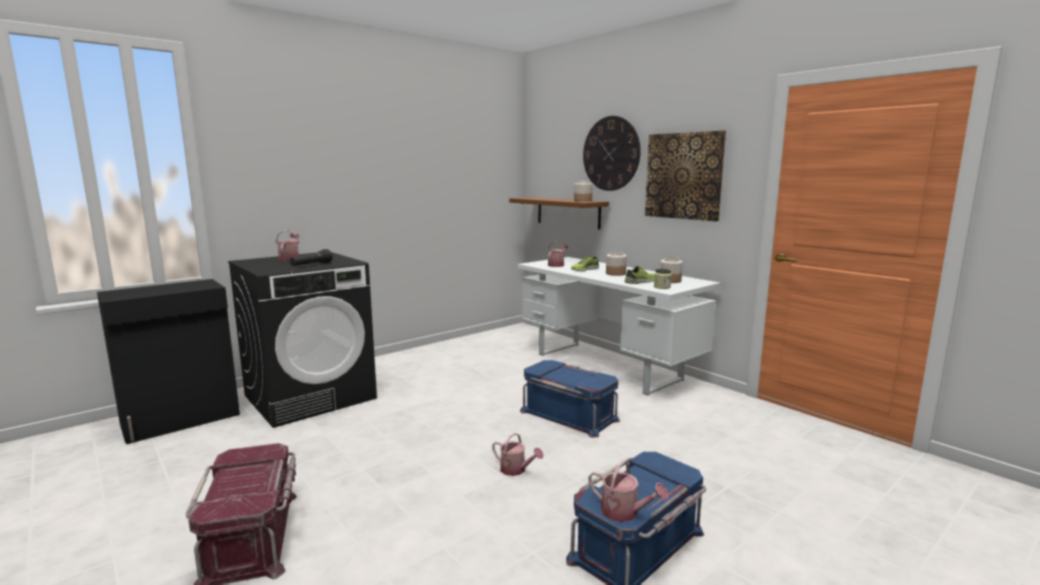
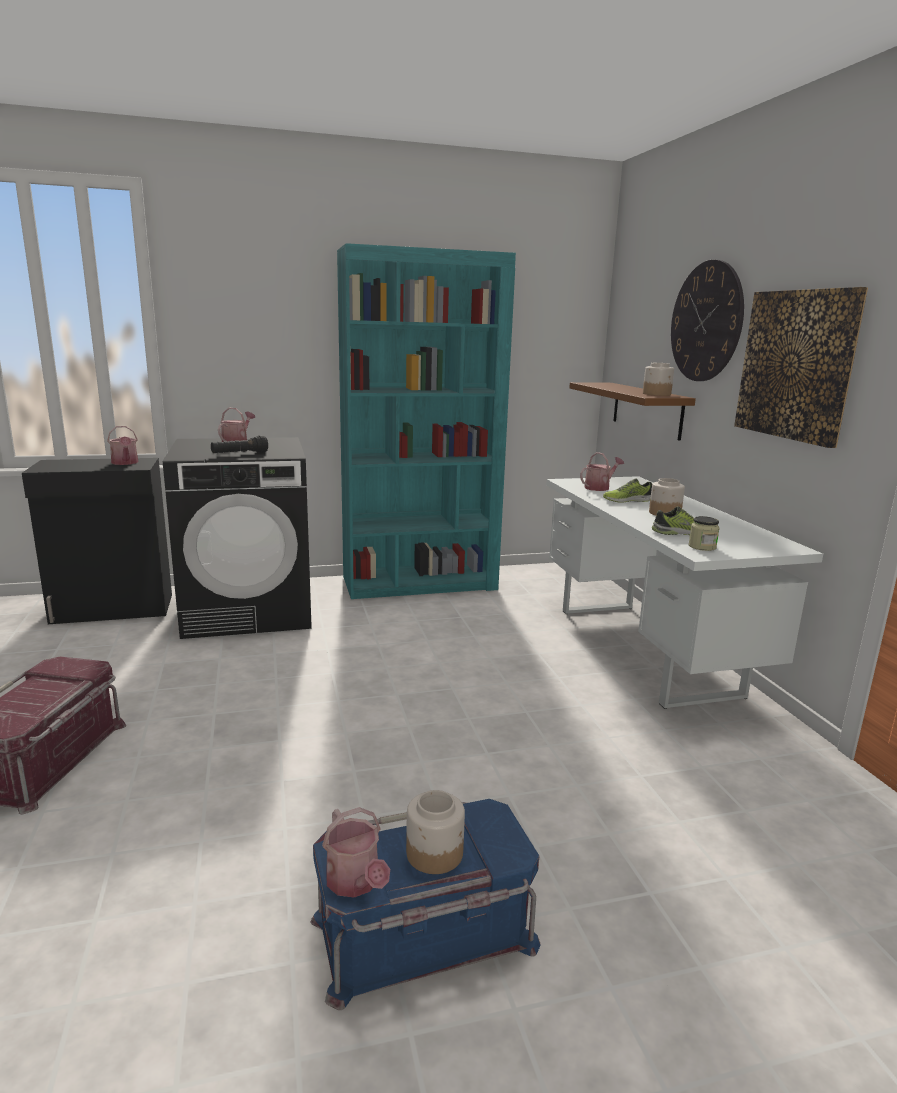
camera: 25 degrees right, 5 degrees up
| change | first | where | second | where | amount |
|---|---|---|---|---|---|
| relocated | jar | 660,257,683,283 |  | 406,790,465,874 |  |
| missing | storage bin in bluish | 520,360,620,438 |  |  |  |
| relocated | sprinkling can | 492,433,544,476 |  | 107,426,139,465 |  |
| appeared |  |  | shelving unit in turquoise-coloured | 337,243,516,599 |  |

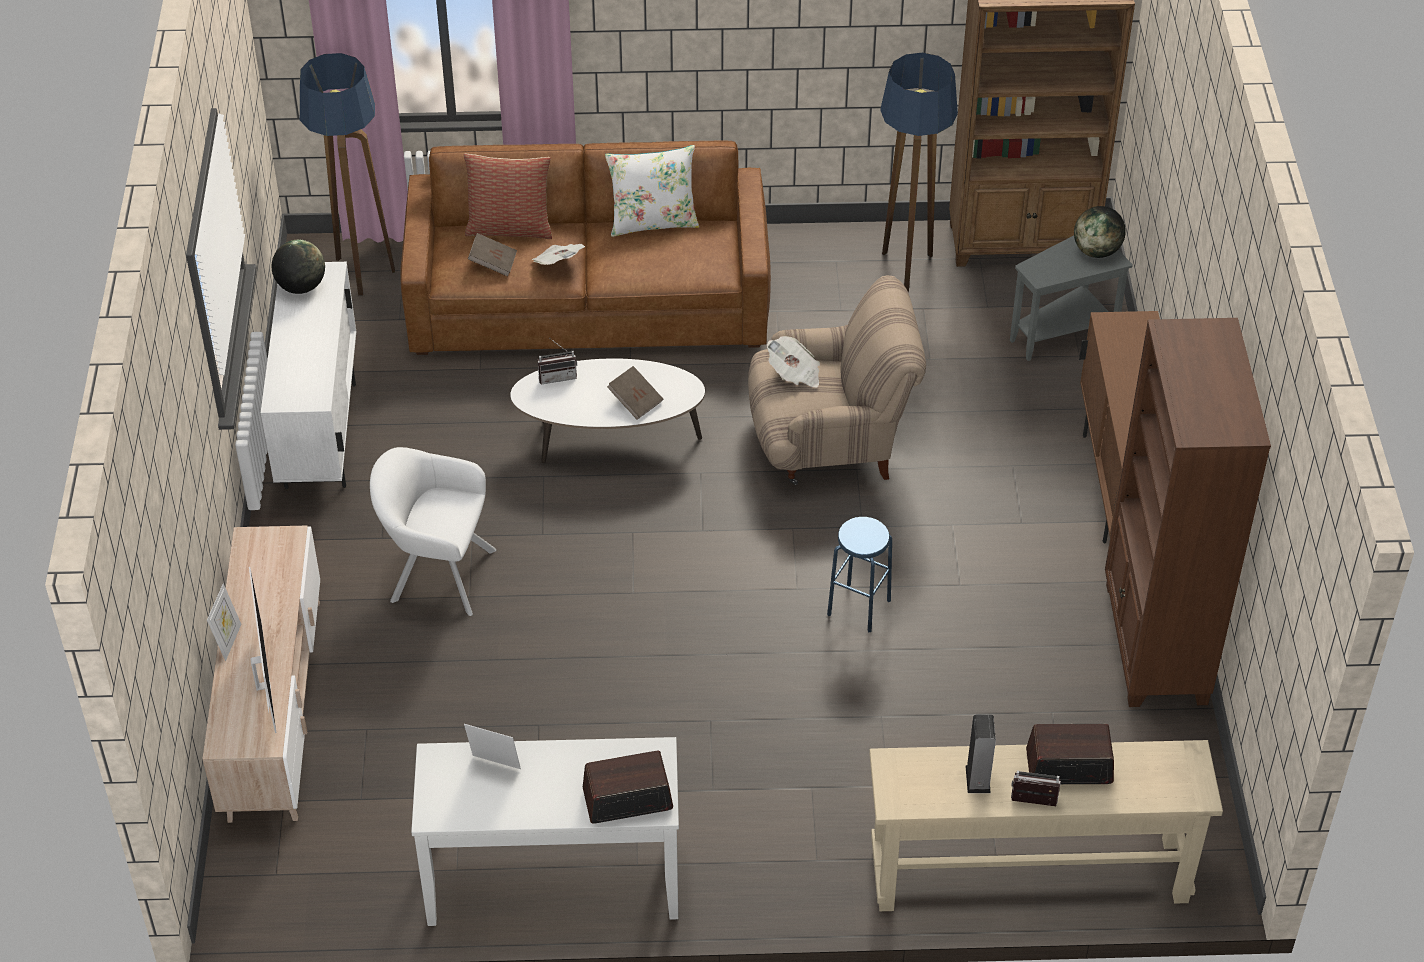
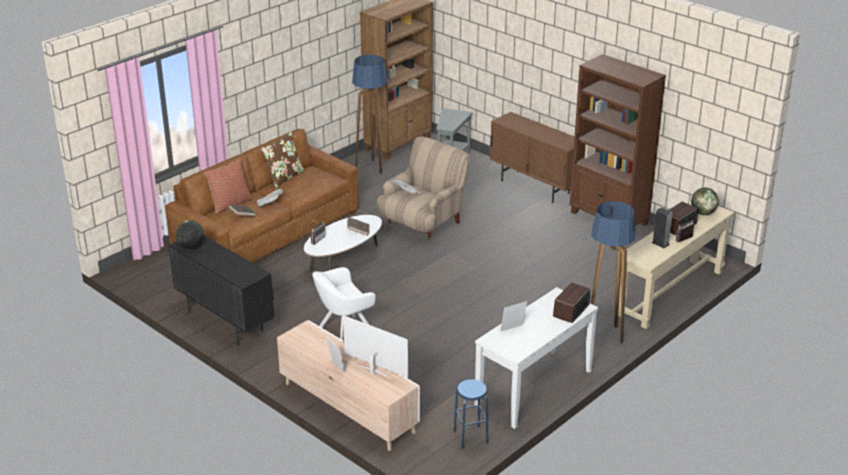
camera: 45 degrees left, 15 degrees down
| change | first | where | second | where | amount |
|---|---|---|---|---|---|
| relocated | standing lamp | 300,53,395,296 |  | 586,201,636,344 |  |
| colour | throw pillow in white-coloured | 605,145,699,237 | throw pillow in brown-coloured | 261,132,305,189 |  |
| relocated | desk globe | 1074,206,1126,258 |  | 691,188,719,215 |  |
| colour | cabinet in white-coloured | 261,262,356,489 | cabinet in black-coloured | 169,236,275,345 |  |
| relocated | stool seat in bluish | 827,517,892,632 |  | 454,379,488,449 |  |

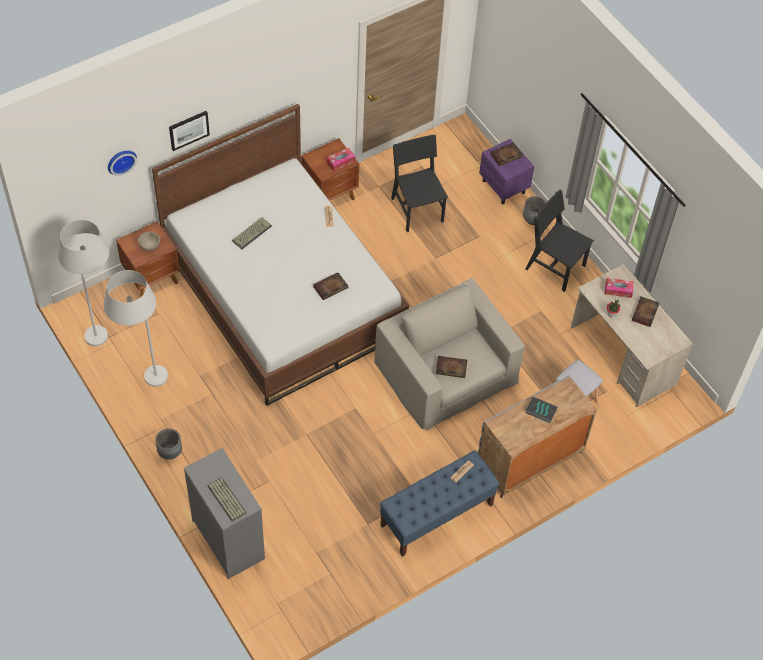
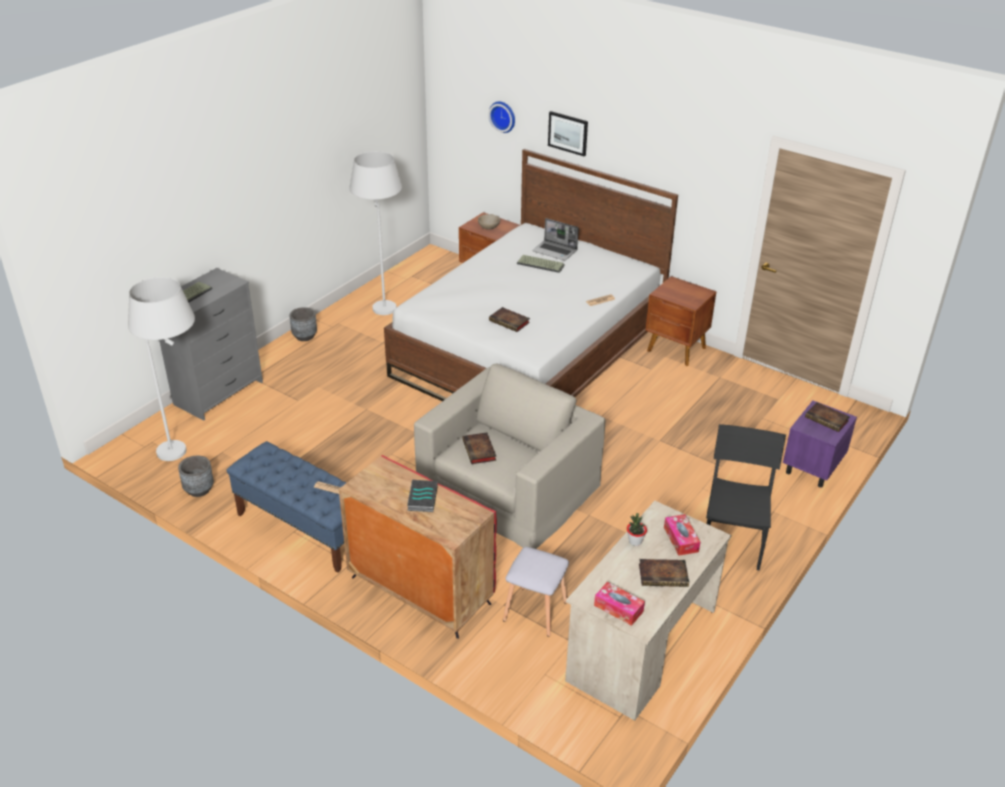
camera: 70 degrees right, 20 degrees down
| change | first | where | second | where | amount |
|---|---|---|---|---|---|
| missing | chair in black-coloured | 391,135,448,232 |  |  |  |
| relocated | tissue box | 327,147,355,172 |  | 594,582,645,626 |  |
| relocated | planter in gray | 523,196,547,225 |  | 178,455,214,497 |  |
| relocated | standing lamp in white-coloured | 58,220,110,346 |  | 128,277,195,461 |  |
| colour | cabinet in gray | 478,375,597,498 | cabinet in reddish | 339,455,497,639 |  |
| appeared |  |  | portable computer | 532,218,579,261 |  |

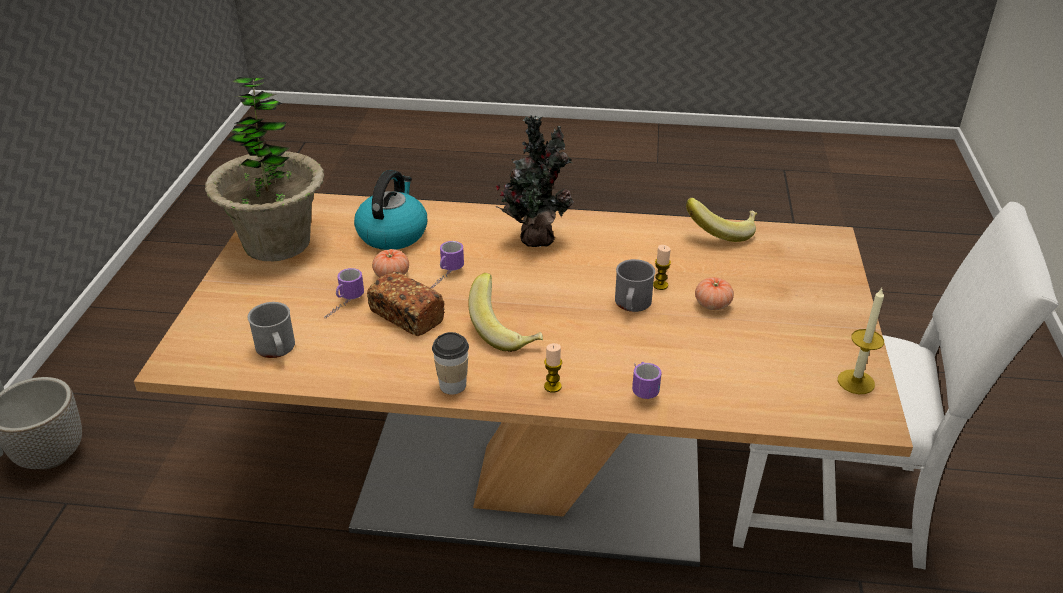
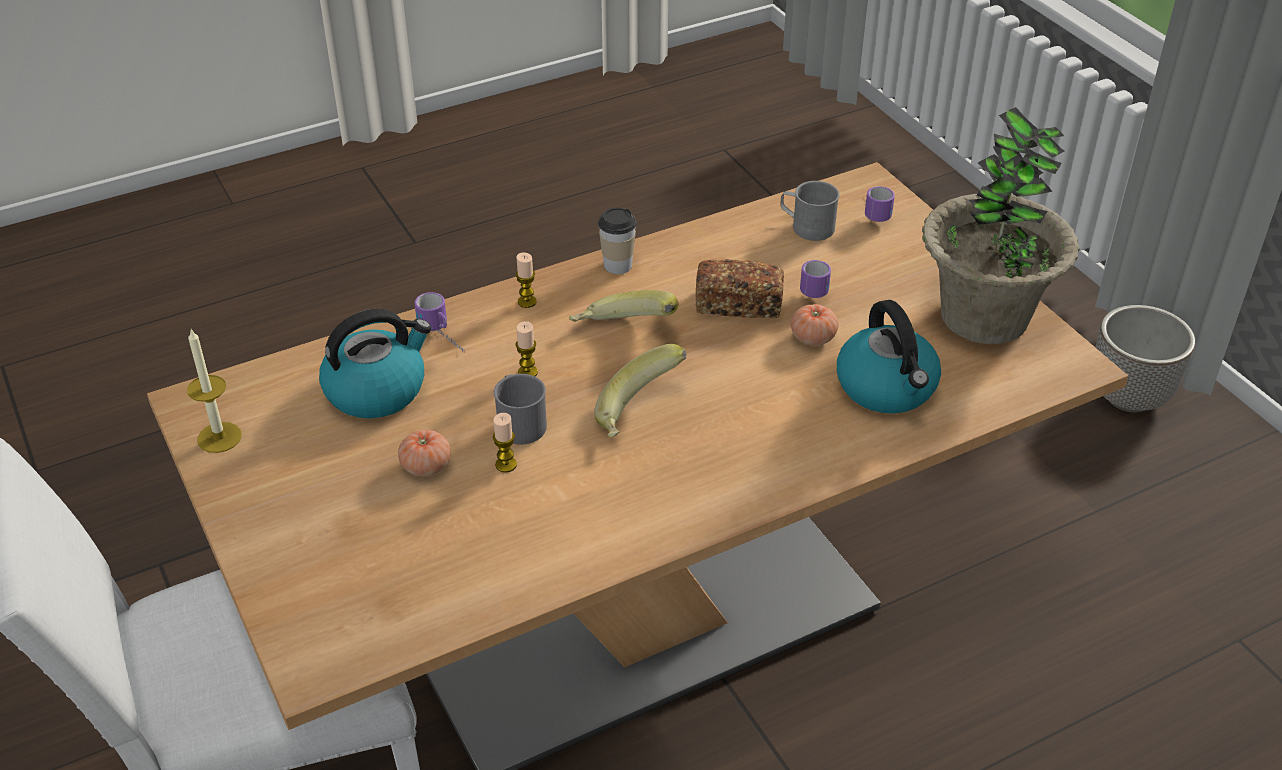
camera: 145 degrees right, 5 degrees up
| change | first | where | second | where | amount |
|---|---|---|---|---|---|
| missing | houseplant | 496,115,574,247 |  |  |  |
| relocated | banana | 686,198,758,242 |  | 594,344,686,438 |  |
| relocated | tea mug | 430,241,464,288 |  | 865,186,895,222 |  |
| appeared |  |  | tea kettle | 319,309,431,419 |  |
| appeared |  |  | wax light | 515,321,538,376 |  |

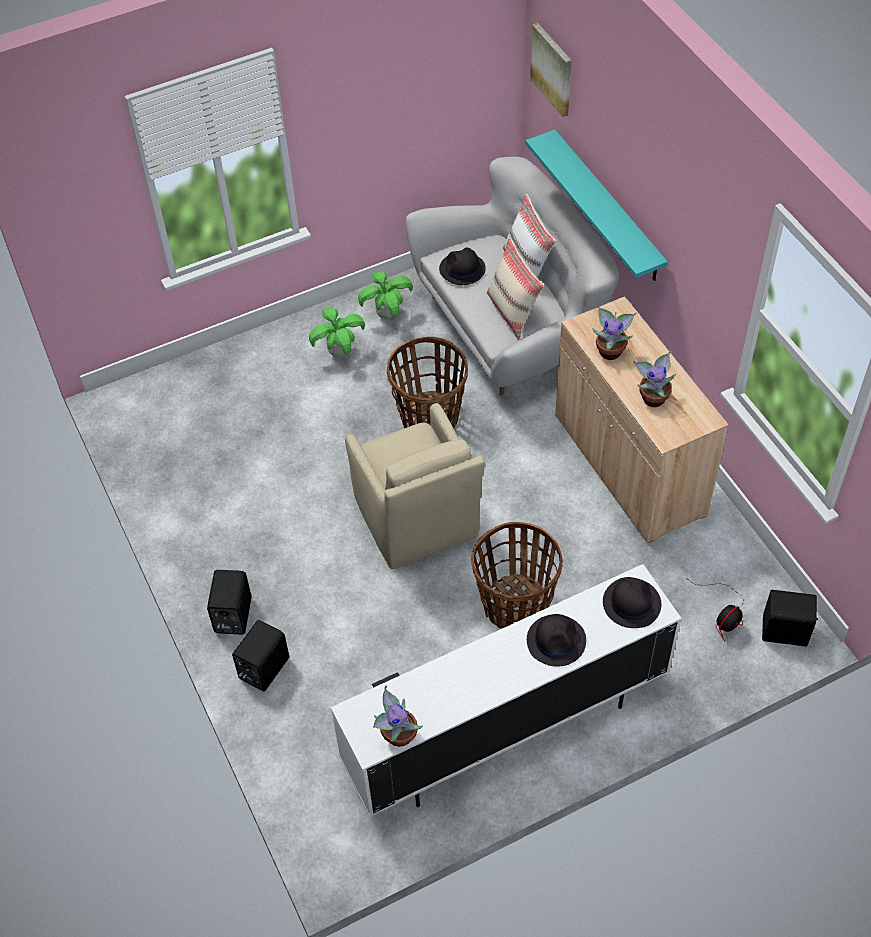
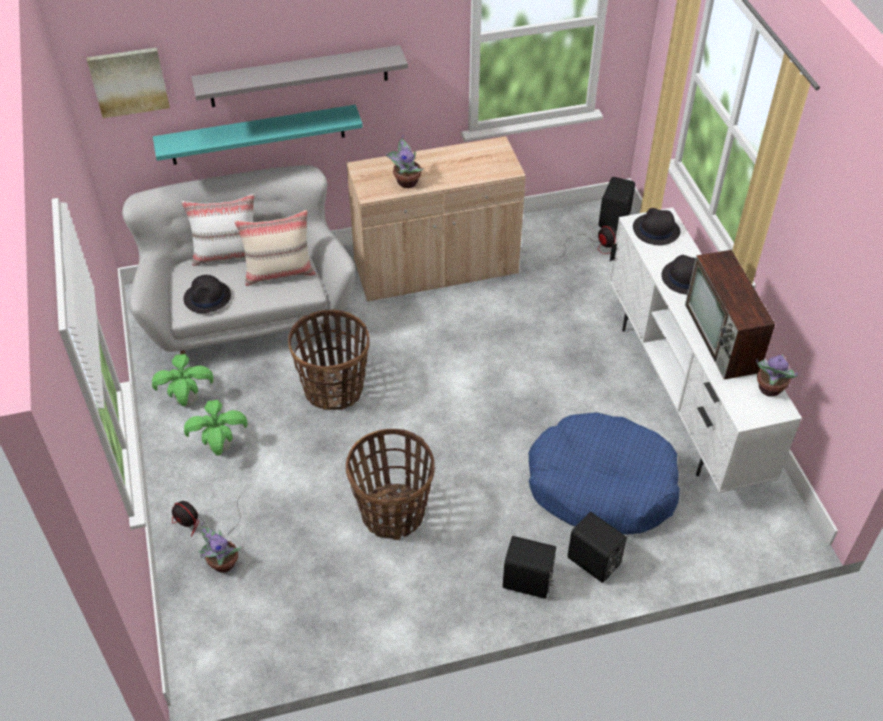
camera: 80 degrees left, 5 degrees down
| change | first | where | second | where | amount |
|---|---|---|---|---|---|
| relocated | houseplant | 634,351,676,407 |  | 198,522,242,572 |  |
| missing | armchair in beige | 345,403,485,569 |  |  |  |
| relocated | storage basket | 471,522,563,629 |  | 346,429,435,540 |  |
| appeared |  |  | bracket shelf in gray | 191,45,408,107 |  |
| appeared |  |  | TV set | 685,250,775,380 |  |
| appeared |  |  | dog cushion in bluish | 529,412,680,535 |  |
| appeared |  |  | electric fan | 172,490,246,537 |  |

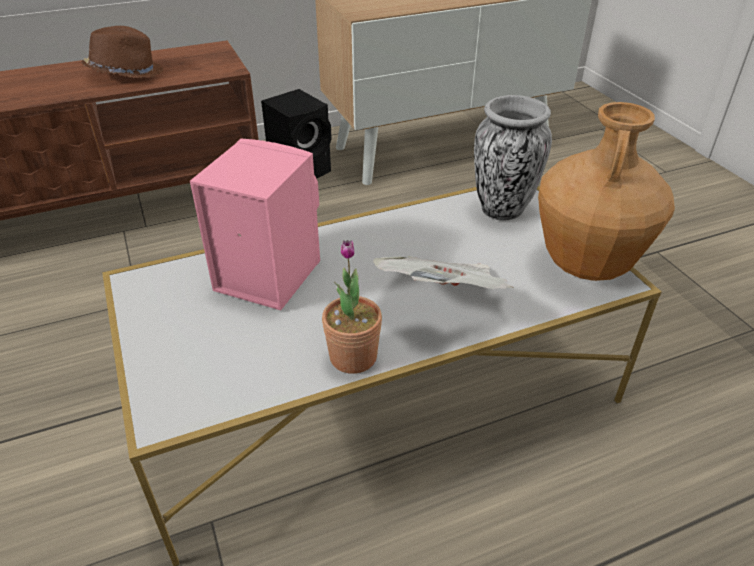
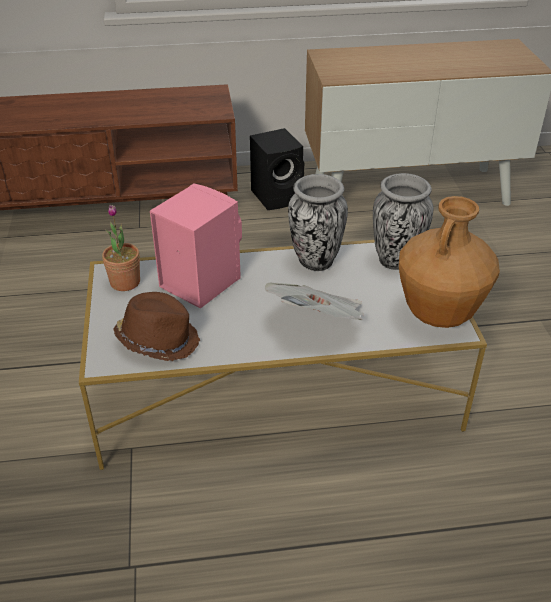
camera: 15 degrees right, 0 degrees up
| change | first | where | second | where | amount |
|---|---|---|---|---|---|
| relocated | wearable hat in brown-coloured | 81,26,164,78 |  | 114,292,200,361 |  |
| relocated | houseplant | 322,240,382,374 |  | 102,205,140,291 |  |
| appeared |  |  | vase | 288,174,348,271 |  |

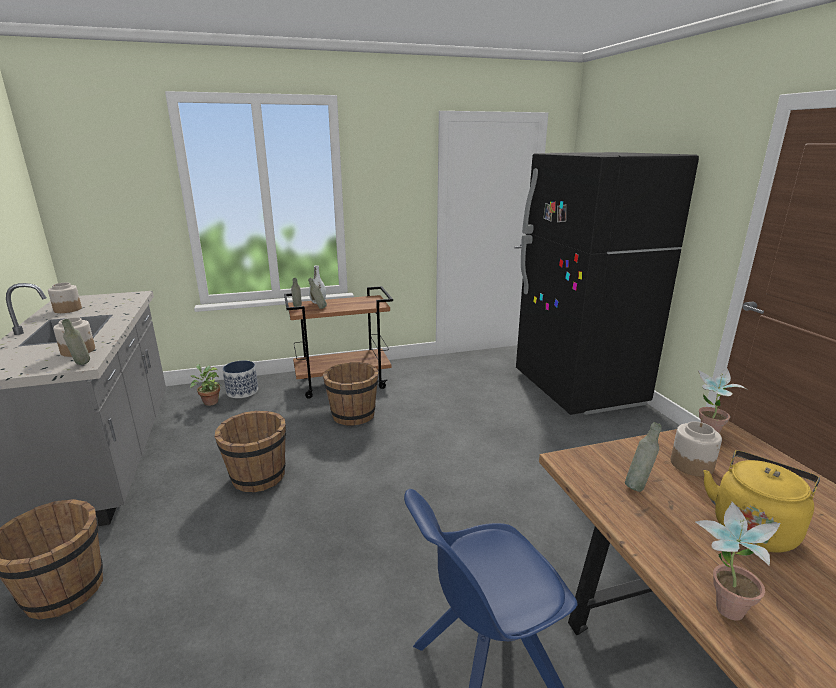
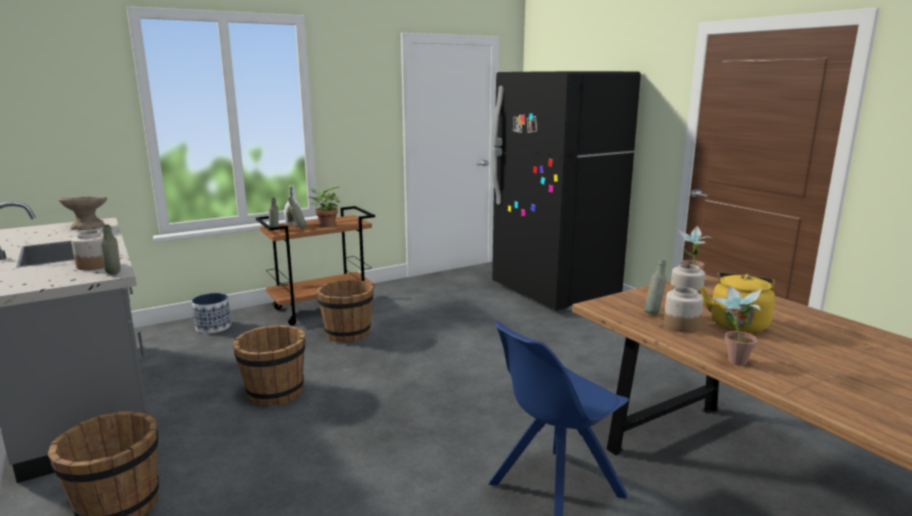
camera: 15 degrees left, 5 degrees down
| change | first | where | second | where | amount |
|---|---|---|---|---|---|
| relocated | jar | 48,283,82,313 |  | 663,287,703,333 |  |
| relocated | houseplant | 190,364,222,406 |  | 309,186,340,227 |  |
| appeared |  |  | deep dish in beige | 59,197,107,230 |  |

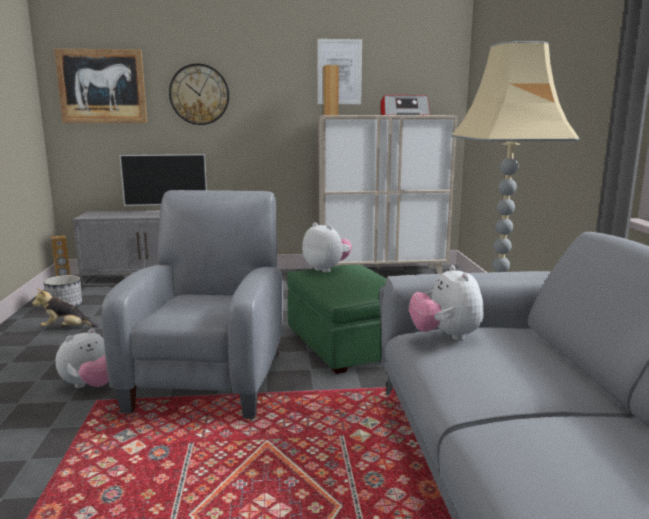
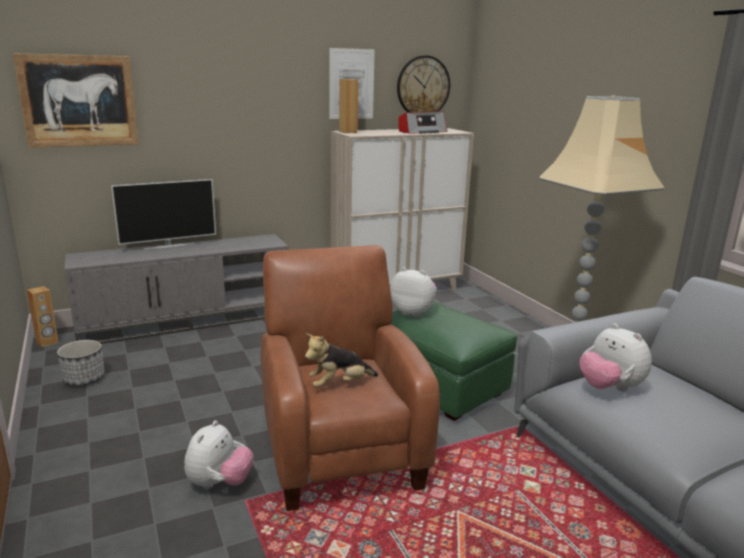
camera: 20 degrees left, 5 degrees up
| change | first | where | second | where | amount |
|---|---|---|---|---|---|
| relocated | hanging clock | 169,63,229,125 |  | 397,55,450,112 |  |
| colour | armchair in gray | 101,190,283,419 | armchair in brown-coloured | 260,245,440,511 |  |
| relocated | cuddly toy | 32,288,99,328 |  | 305,334,378,387 |  |

